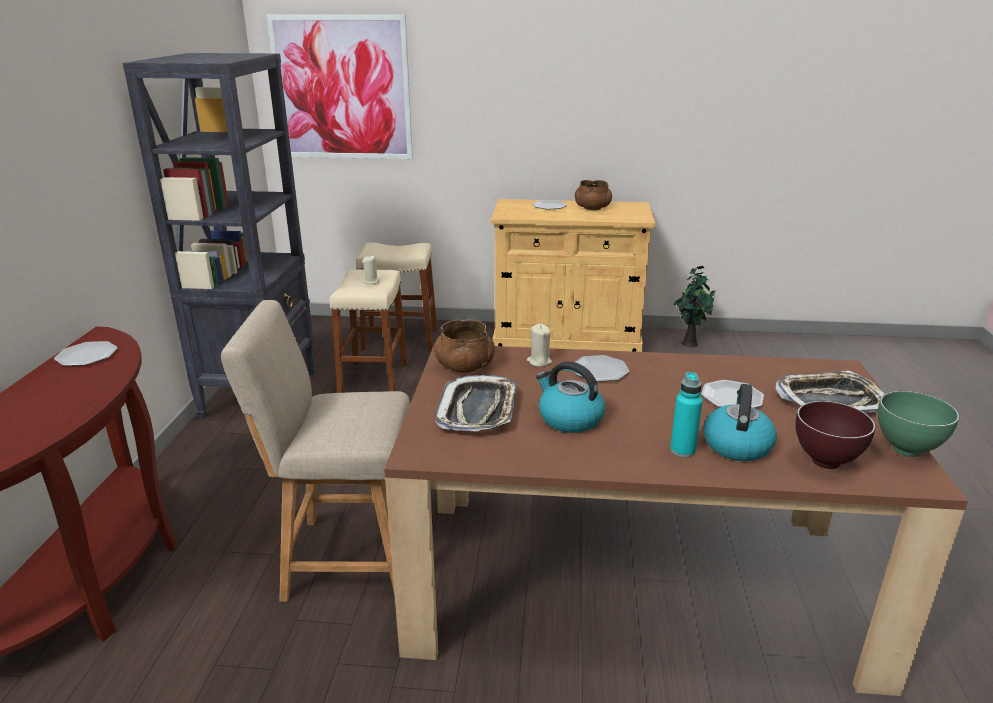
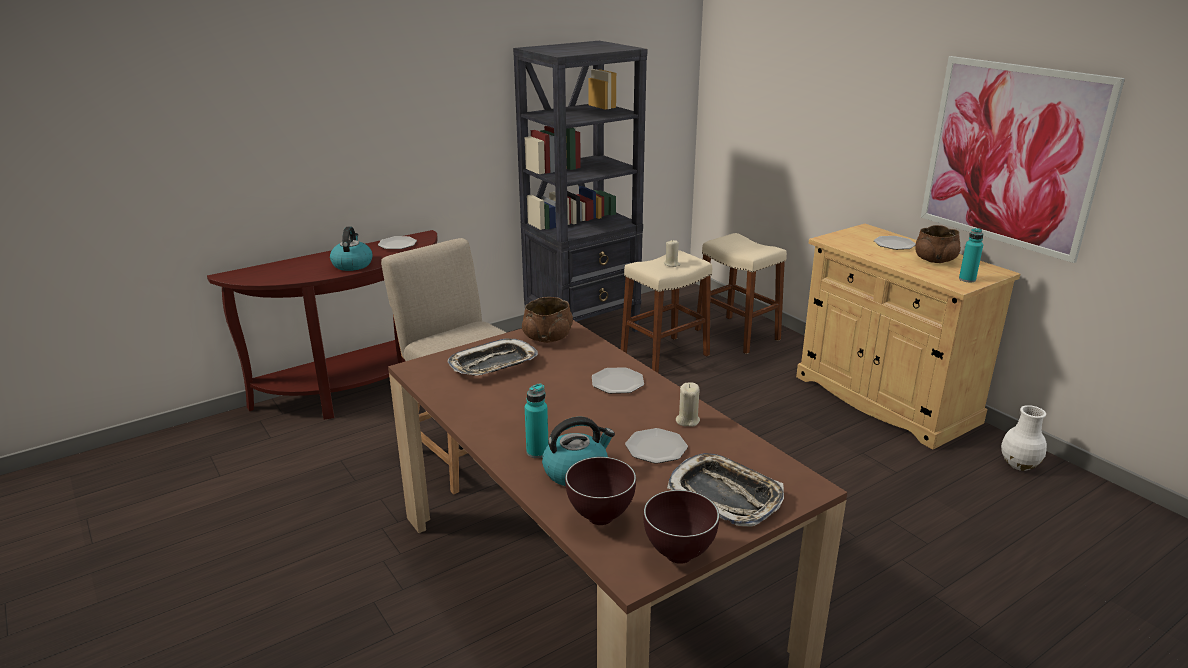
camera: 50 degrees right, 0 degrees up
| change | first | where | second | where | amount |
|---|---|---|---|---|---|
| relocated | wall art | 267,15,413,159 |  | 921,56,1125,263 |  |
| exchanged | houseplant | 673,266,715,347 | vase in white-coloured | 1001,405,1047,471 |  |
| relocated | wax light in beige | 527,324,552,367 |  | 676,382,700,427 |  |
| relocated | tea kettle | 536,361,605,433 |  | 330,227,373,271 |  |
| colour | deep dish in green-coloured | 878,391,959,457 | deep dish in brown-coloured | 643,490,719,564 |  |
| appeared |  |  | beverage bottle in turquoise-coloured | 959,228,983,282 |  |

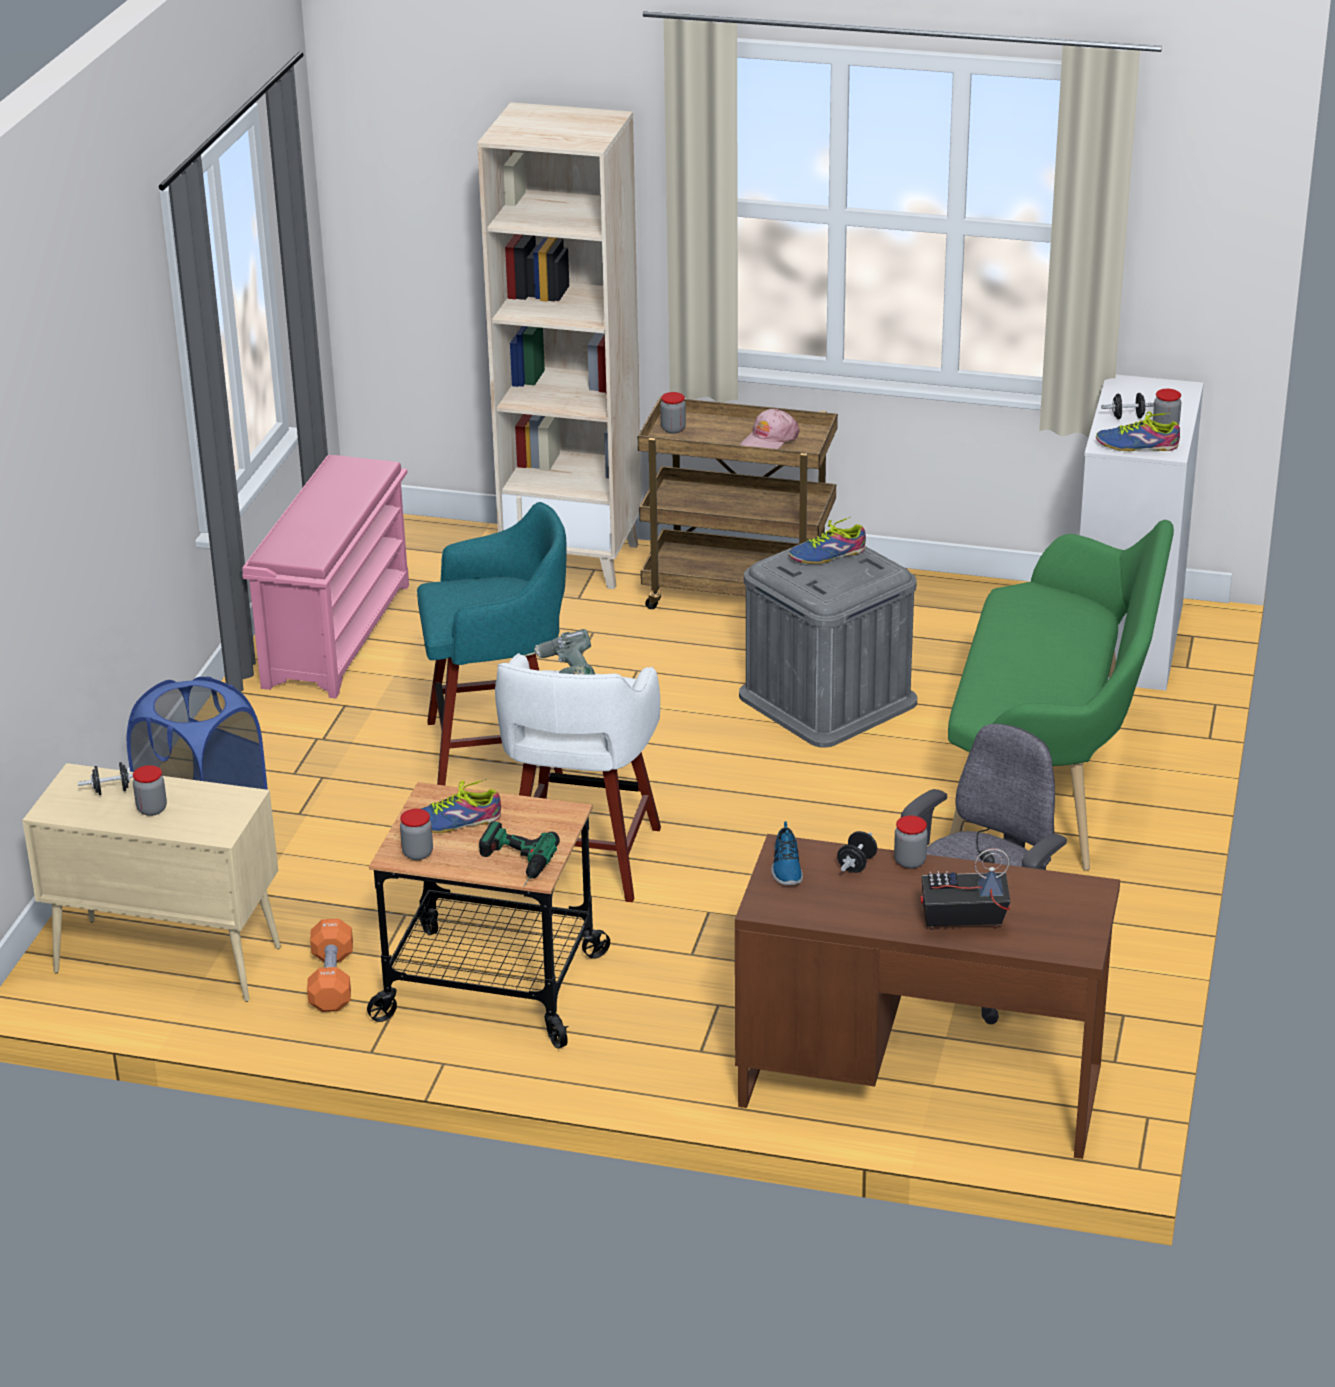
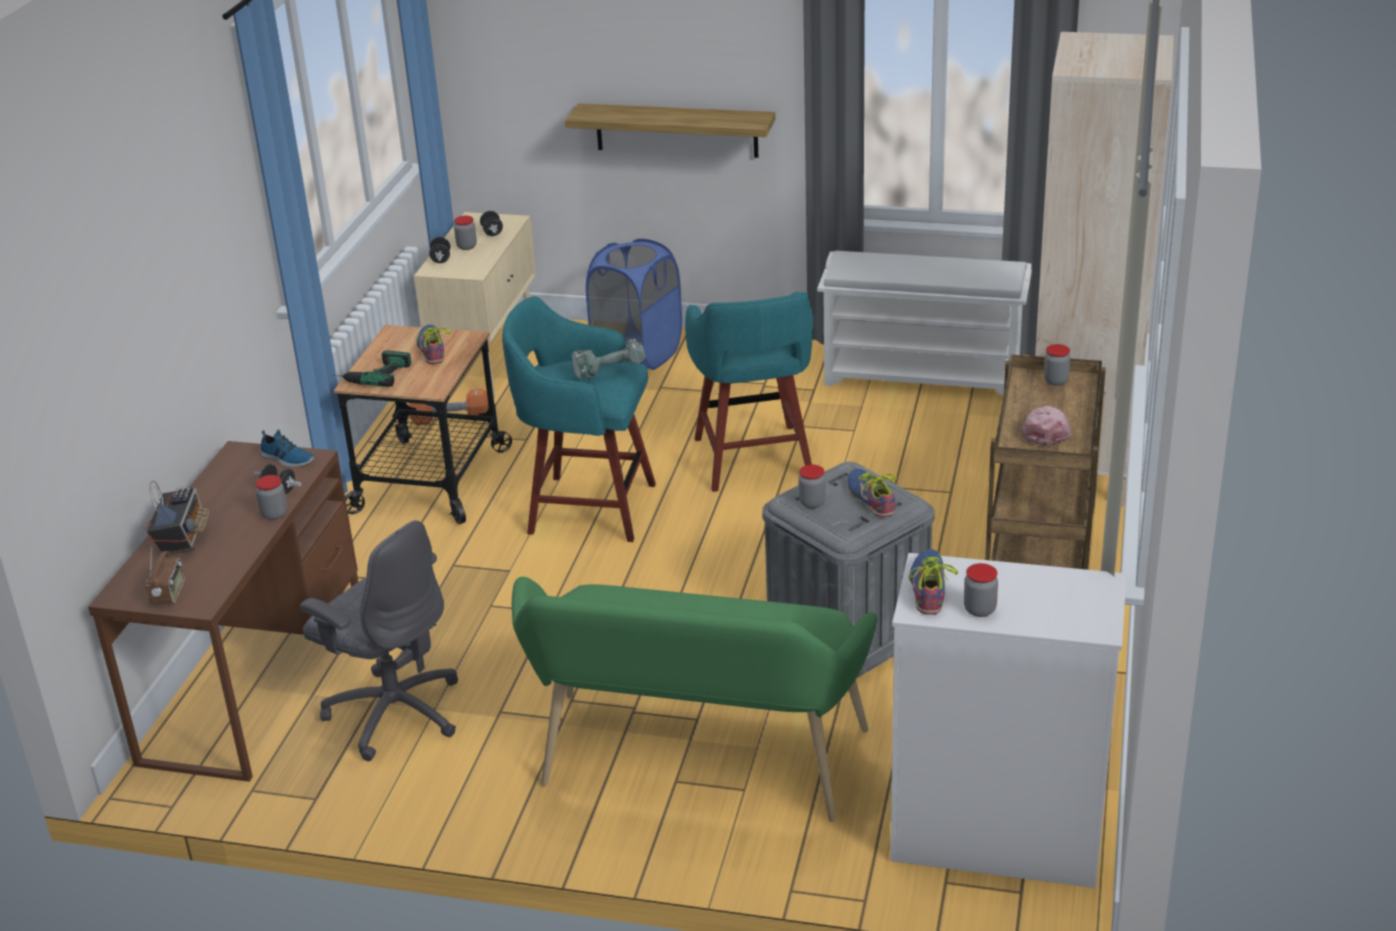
camera: 90 degrees right, 0 degrees up
| change | first | where | second | where | amount |
|---|---|---|---|---|---|
| relocated | dumbbell in black-coloured | 1101,393,1154,419 |  | 429,237,450,263 |  |
| spun | peaked cap in pink | 740,409,800,449 |  | 1021,406,1072,447 | 60 degrees clockwise |
| colour | shoe stand in pink | 242,455,409,698 | shoe stand in white-coloured | 817,251,1032,396 |  |
| colour | stool seat in white-coloured | 495,653,661,902 | stool seat in turquoise-coloured | 502,296,656,542 |  |
| relocated | jar | 400,809,433,860 |  | 799,465,825,508 |  |
| spun | shoe | 771,821,803,885 |  | 260,429,315,467 | 150 degrees counterclockwise |
| appeared |  |  | bracket shelf | 565,103,775,158 |  |
| appeared |  |  | radio receiver | 145,543,185,605 |  |

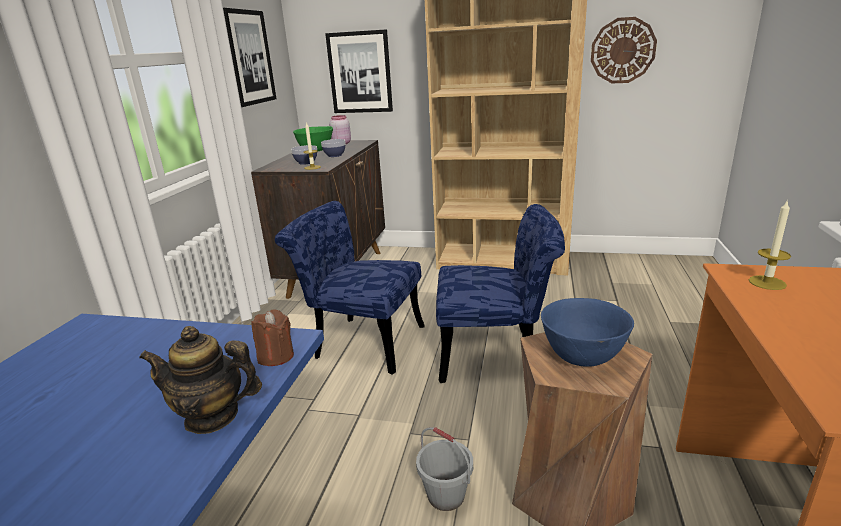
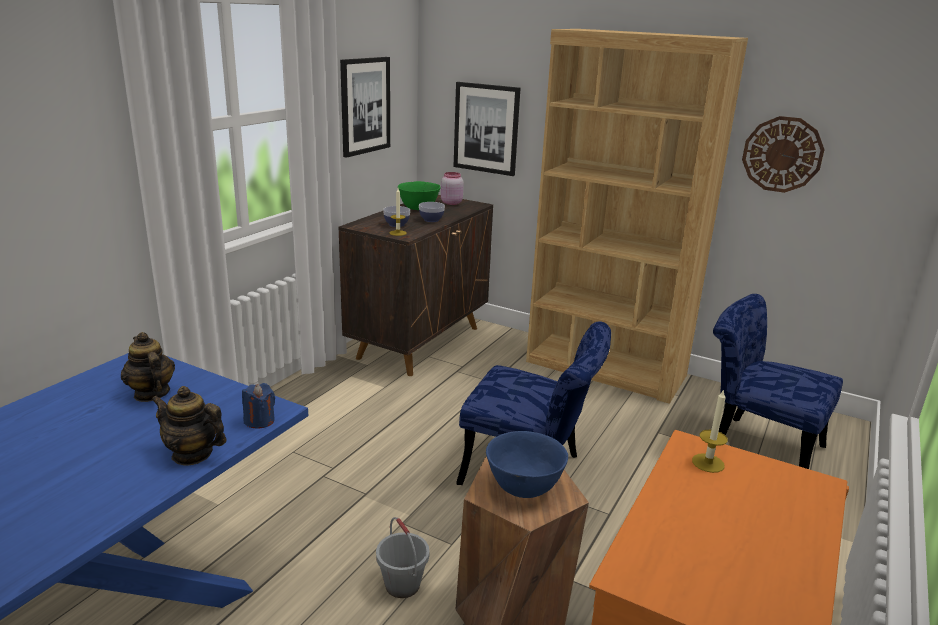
camera: 15 degrees right, 0 degrees up
| change | first | where | second | where | amount |
|---|---|---|---|---|---|
| relocated | chair in bluish | 275,201,425,375 |  | 713,294,843,469 |  |
| colour | wax light in brown-coloured | 251,309,294,366 | wax light in bluish | 242,383,275,429 |  |
| appeared |  |  | pot for tea | 121,332,175,402 |  |

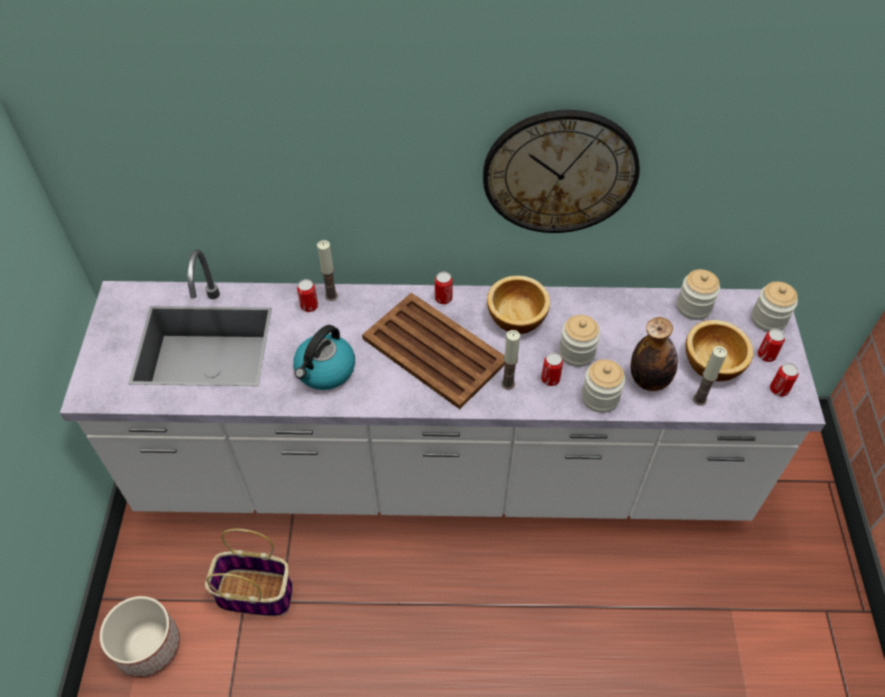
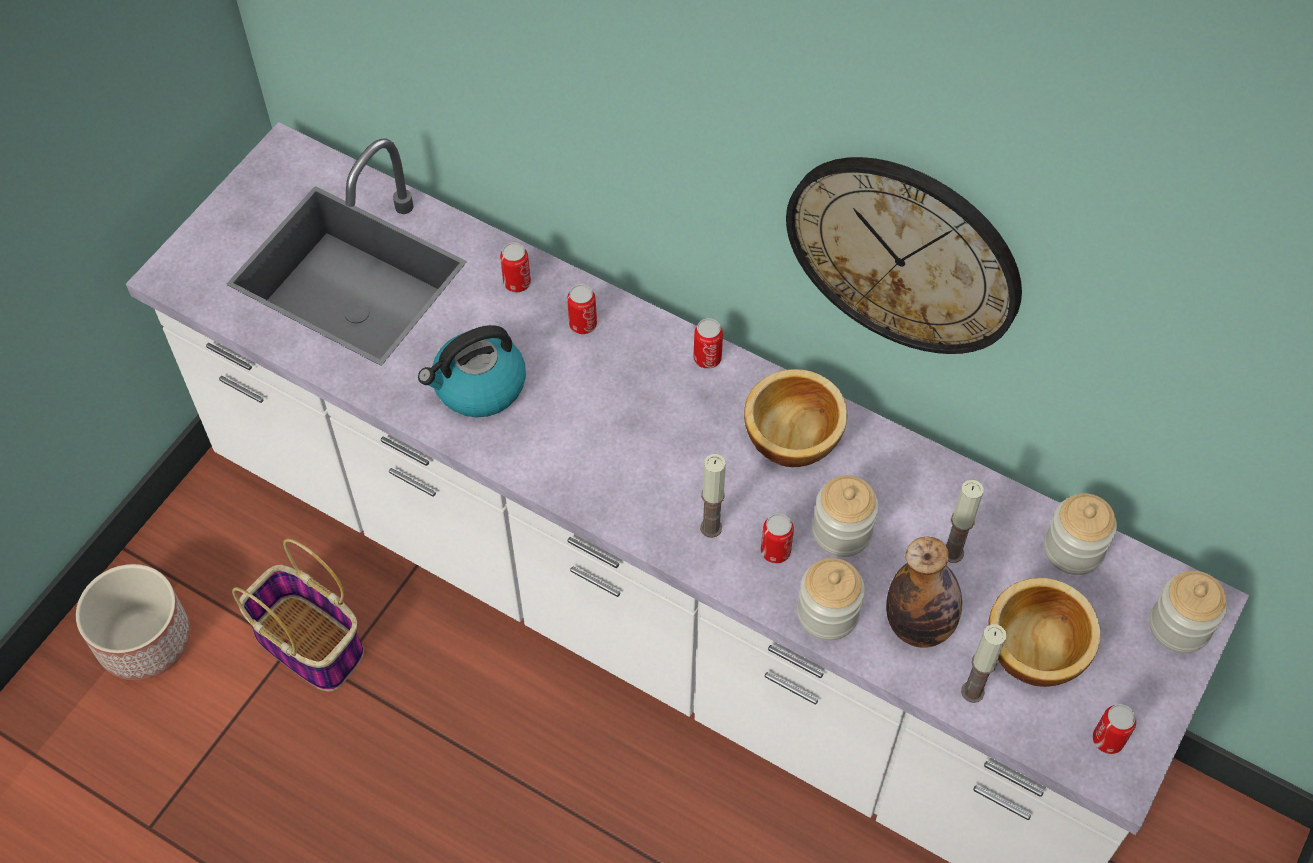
camera: 30 degrees right, 5 degrees up
| change | first | where | second | where | amount |
|---|---|---|---|---|---|
| relocated | wax light | 317,240,338,301 |  | 946,480,983,563 |  |
| missing | serving tray in brown-coloured | 362,293,505,409 |  |  |  |
| relocated | can | 758,329,785,362 |  | 567,284,597,334 |  |

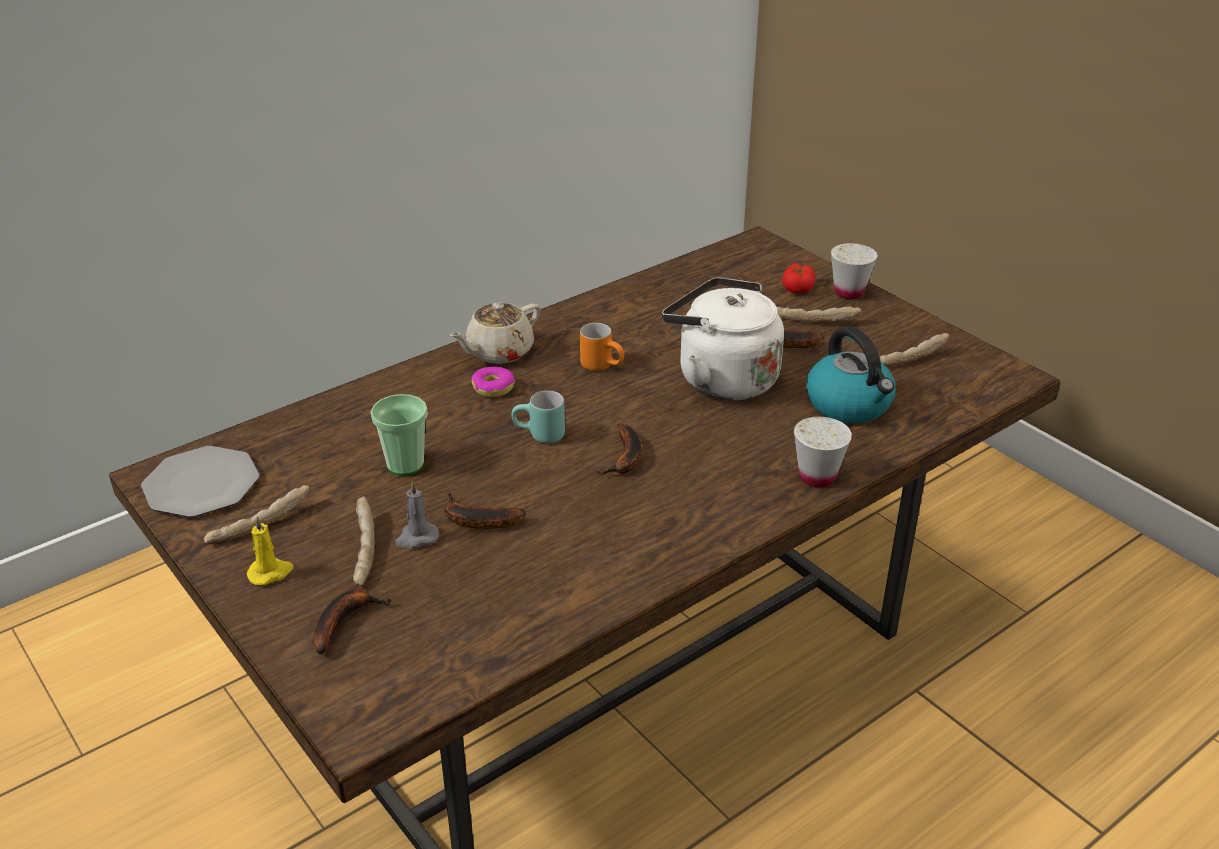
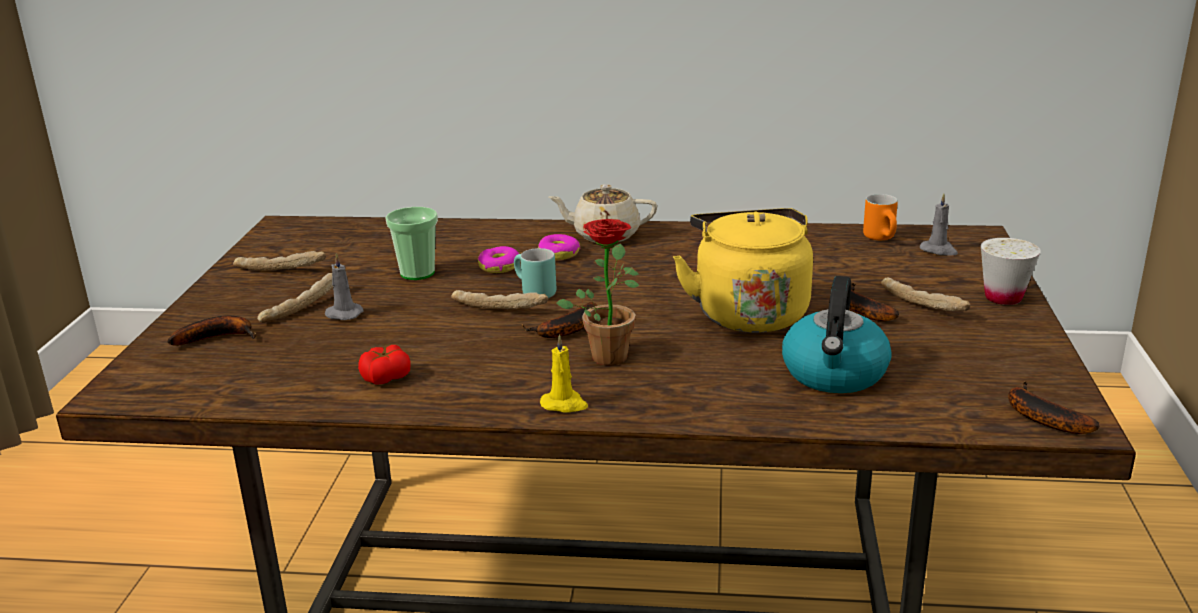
camera: 45 degrees right, 10 degrees down
| change | first | where | second | where | amount |
|---|---|---|---|---|---|
| relocated | whole tomato | 782,263,815,293 |  | 358,345,411,385 |  |
| colour | tea kettle in white-coloured | 662,277,784,400 | tea kettle in yellow | 673,208,813,333 |  |
| relocated | tea mug in orangey | 580,323,624,371 |  | 863,194,898,240 |  |
| relocated | bakery bread | 879,333,949,367 |  | 451,290,548,309 |  |
| missing | small cup in white-coloured | 794,417,852,487 |  |  |  |
| missing | flat dish | 141,446,260,517 |  |  |  |
| relocated | banana | 445,492,526,529 |  | 1008,381,1099,434 |  |
| relocated | wax light in yellow | 247,516,293,585 |  | 540,334,588,413 |  |
| appeared |  |  | wax light in gray | 920,193,958,256 |  |
| appeared |  |  | houseplant | 556,219,640,366 |  |
| appeared |  |  | ring doughnut | 478,246,519,273 |  |

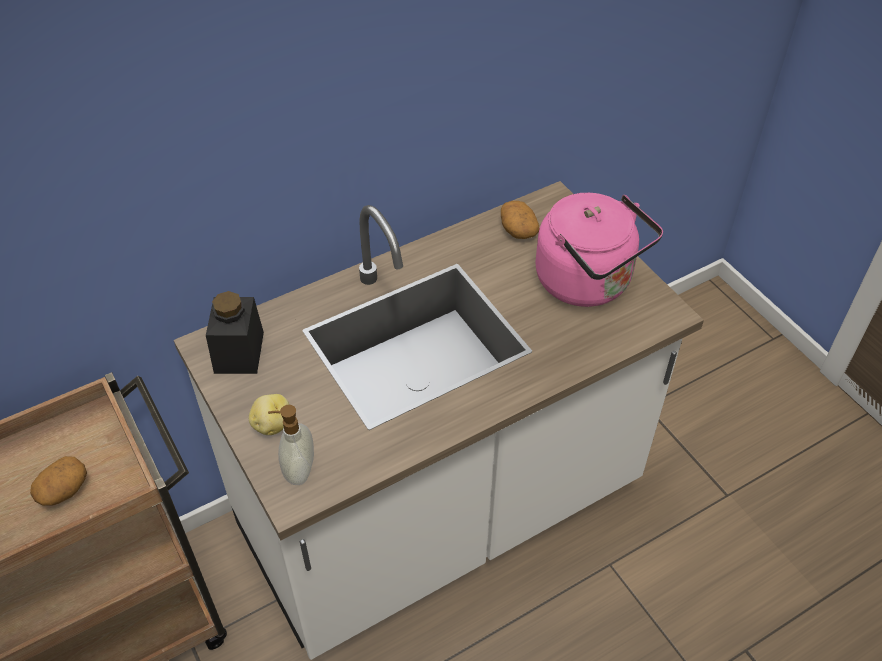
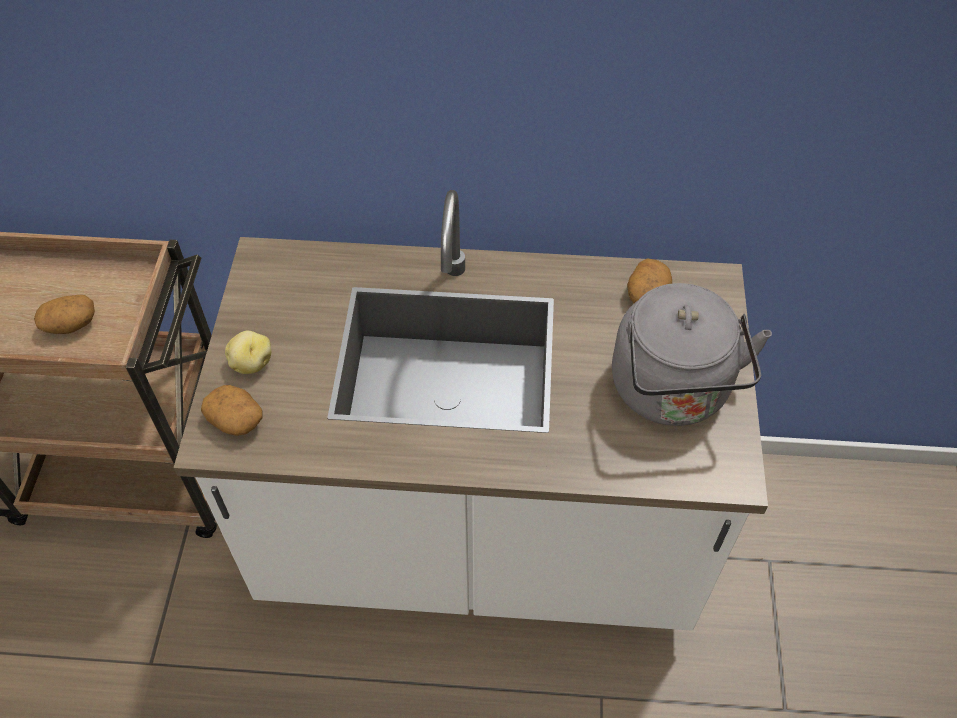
camera: 35 degrees right, 5 degrees up
| change | first | where | second | where | amount |
|---|---|---|---|---|---|
| colour | tea kettle in pink | 535,193,663,307 | tea kettle in gray | 612,283,772,426 |  |
| missing | jar in black-coloured | 206,291,264,374 |  |  |  |
| exchanged | soap bottle | 268,405,314,485 | potato | 201,385,263,436 |  |

